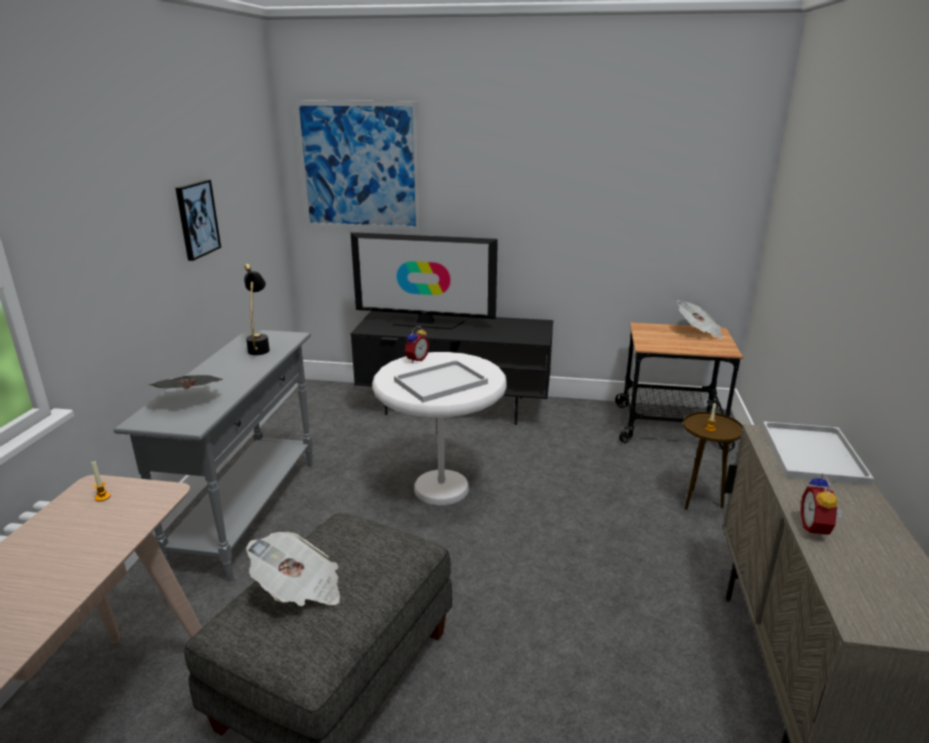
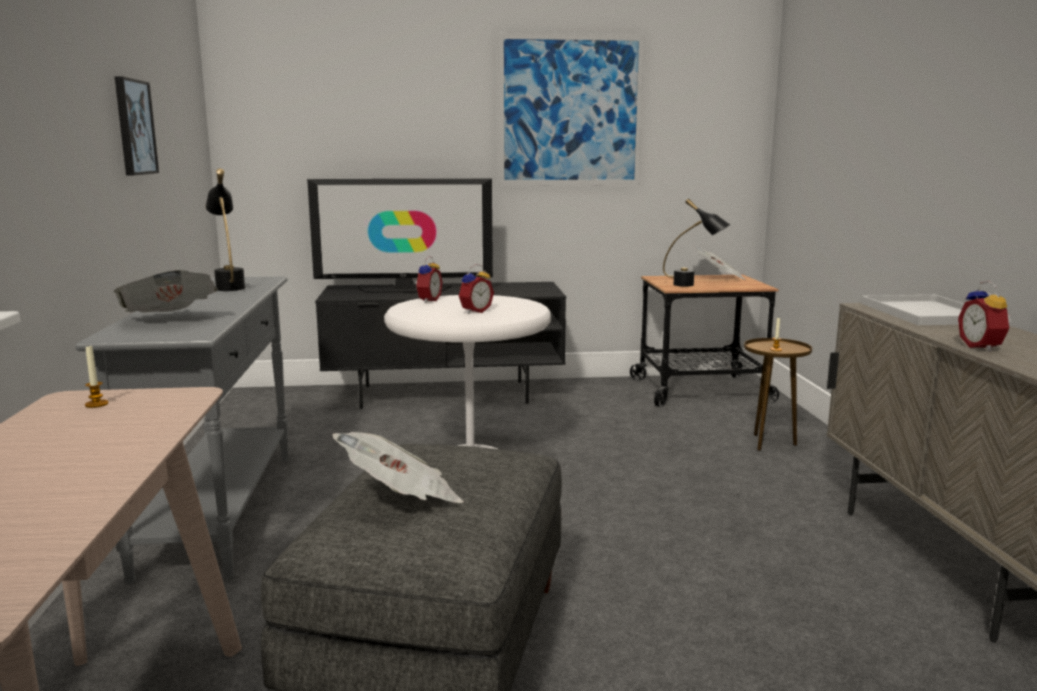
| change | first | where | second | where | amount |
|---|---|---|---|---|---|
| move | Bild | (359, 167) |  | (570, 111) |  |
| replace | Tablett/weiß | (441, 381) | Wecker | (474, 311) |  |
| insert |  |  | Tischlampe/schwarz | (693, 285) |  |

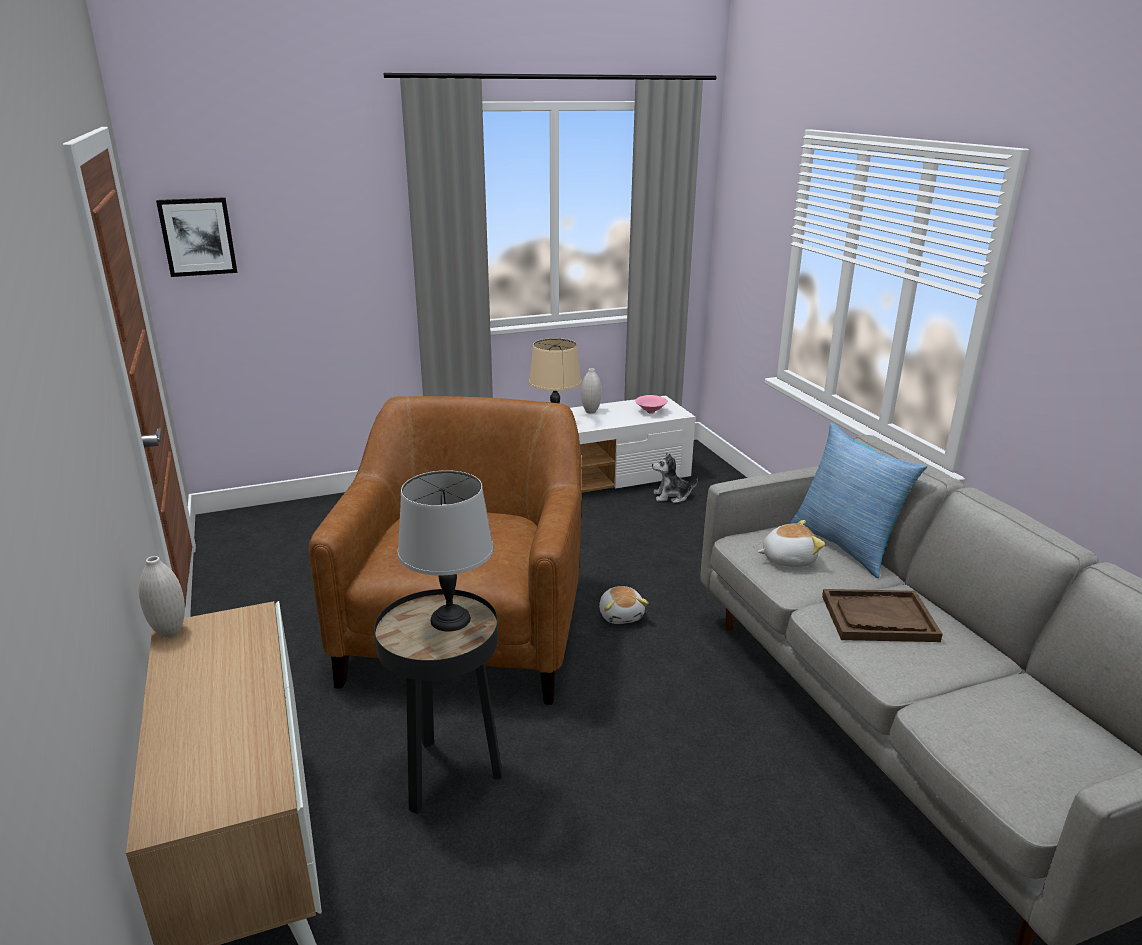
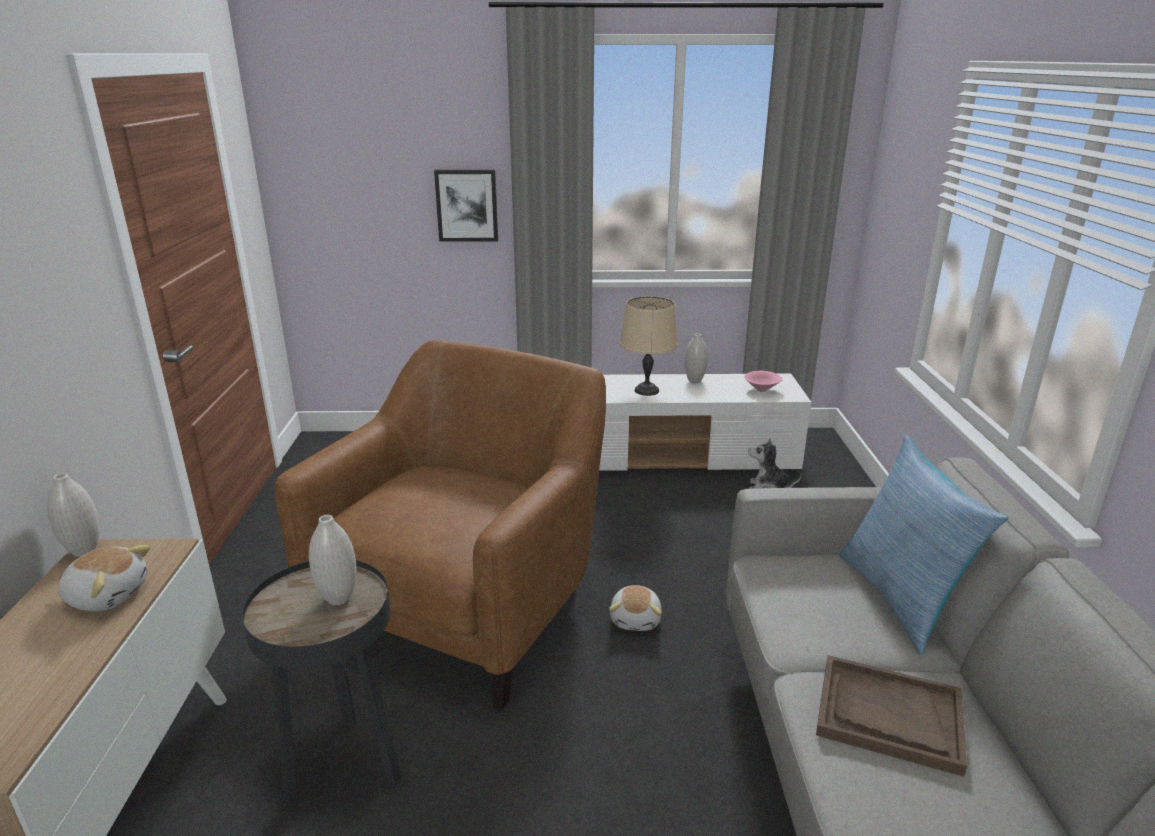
| change | first | where | second | where | amount |
|---|---|---|---|---|---|
| move | Bild | (198, 236) |  | (467, 205) |  |
| replace | Tischlampe/grau | (451, 620) | Vase/weiß | (338, 599) |  |
| move | Plüschtier | (787, 559) |  | (108, 595) |  |

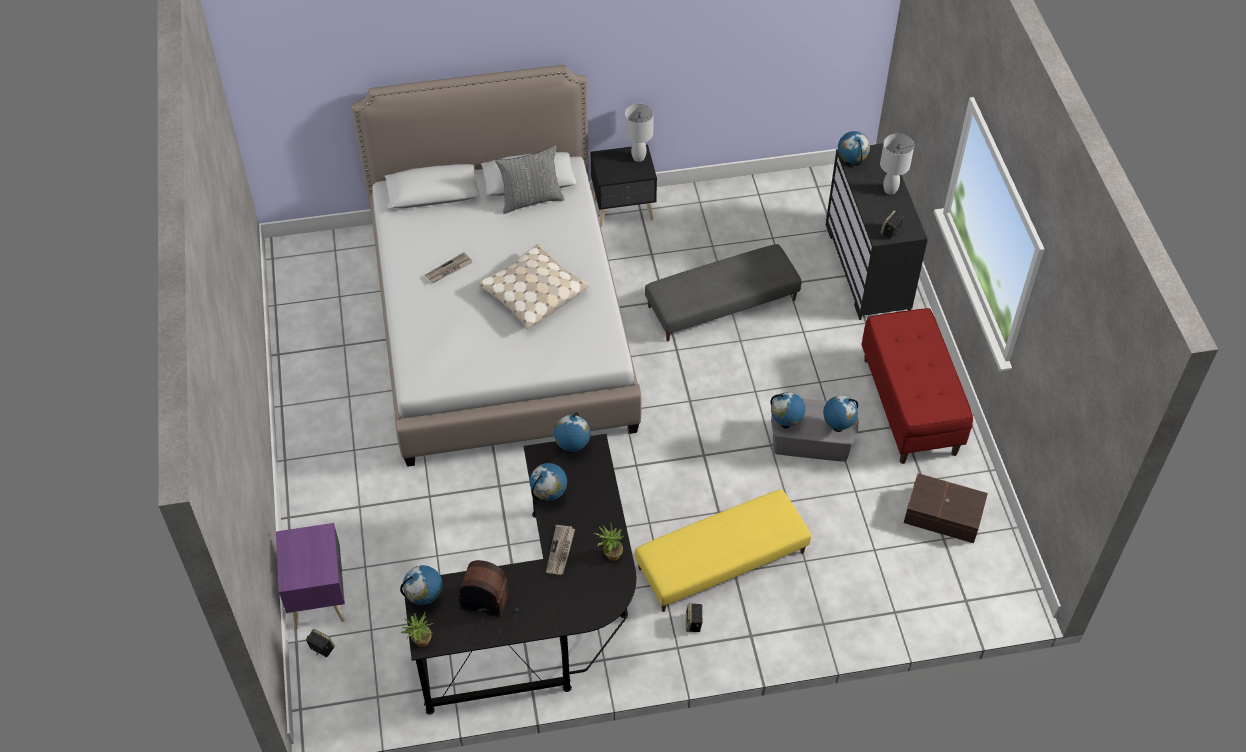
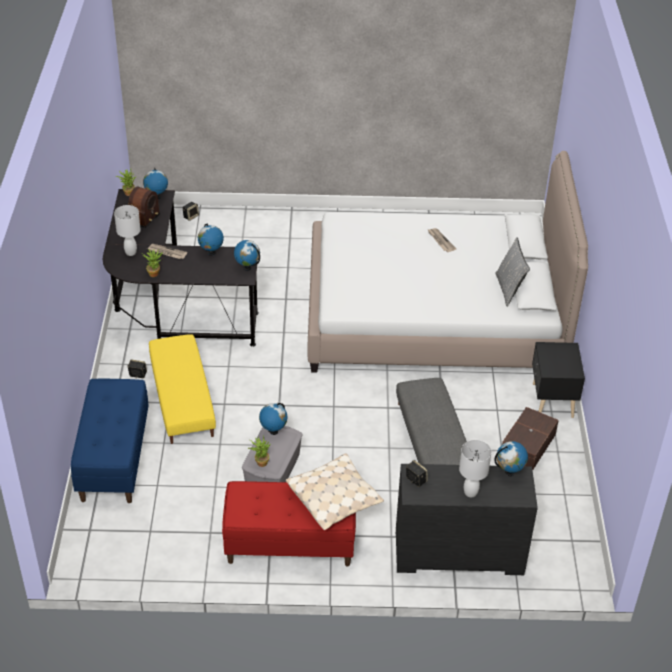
| change | first | where | second | where | amount |
|---|---|---|---|---|---|
| delete | Nachttisch/lila | (319, 596) |  |  |  |
| move | Kissen/beige | (533, 294) |  | (334, 498) |  |
| move | Tischlampe/weiß | (638, 157) |  | (131, 252) |  |
| replace | Globus | (837, 427) | Topfpflanze | (260, 462) |  |
| move | Aufbewahrungsbox/braun | (943, 516) |  | (527, 445) |  |
| insert |  |  | Bank/blau | (113, 458) |  |

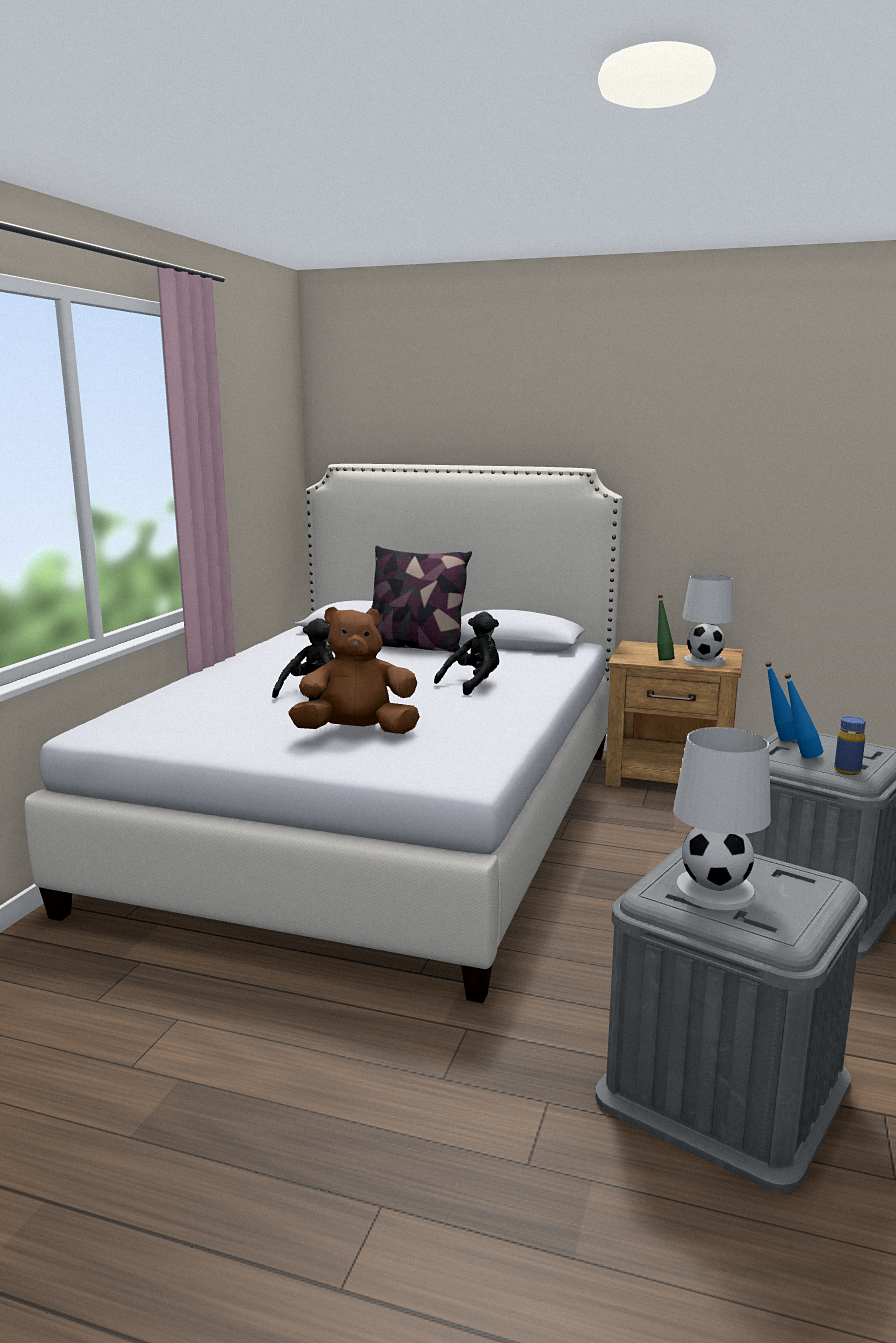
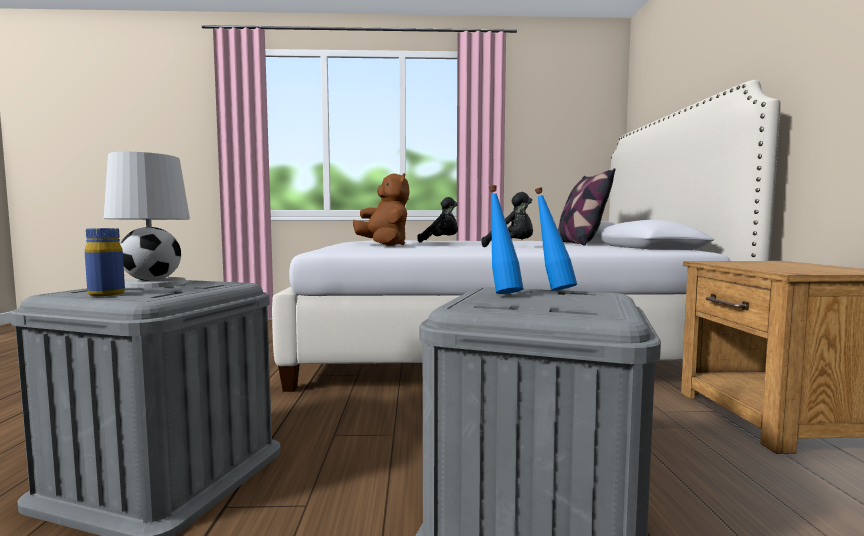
| change | first | where | second | where | amount |
|---|---|---|---|---|---|
| delete | Flasche/grün | (662, 659) |  |  |  |
| delete | Tischlampe/weiß | (705, 661) |  |  |  |
| move | Flasche/blau | (847, 771) |  | (106, 294) |  |

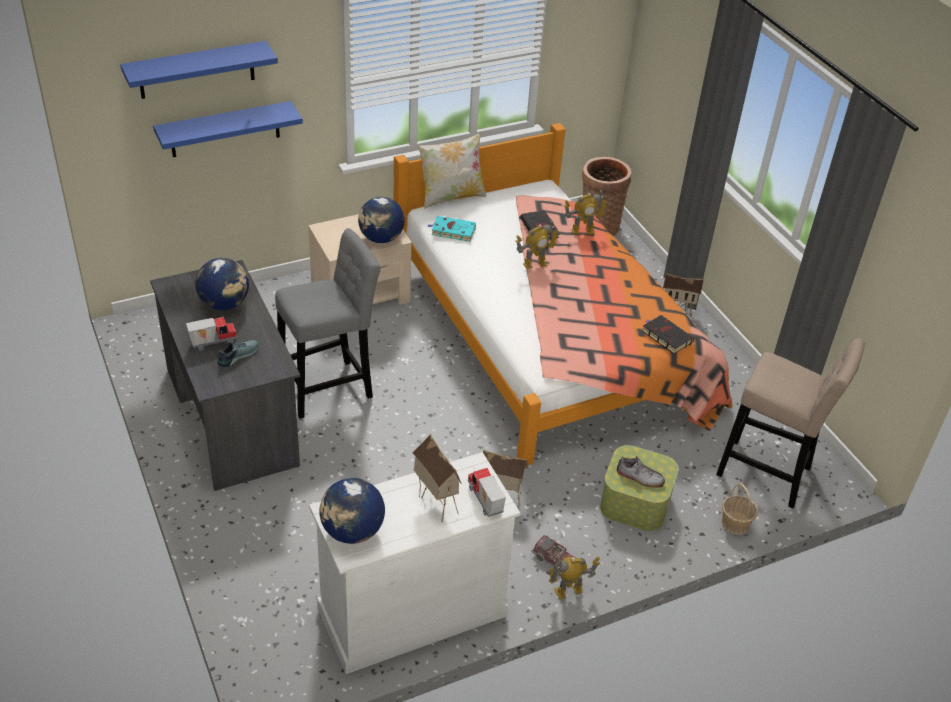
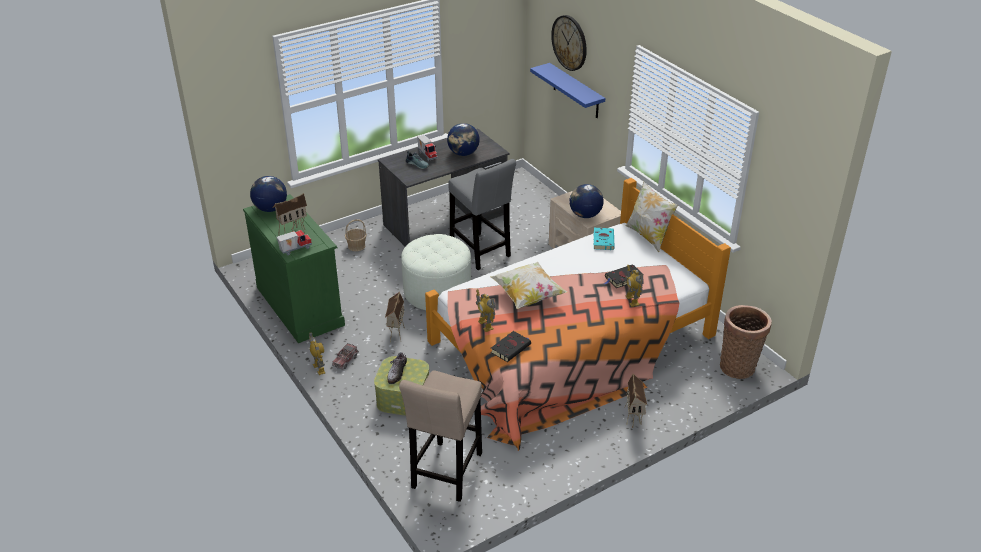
| change | first | where | second | where | amount |
|---|---|---|---|---|---|
| replace | Wandregal/blau | (196, 70) | Wanduhr | (569, 42) |  |
| recolor | Kommode/weiß | (411, 612) | Kommode/grün | (300, 306) |  |
| move | Spielzeugroboter | (535, 264) |  | (485, 325) |  |
| move | Korb | (735, 523) |  | (356, 246) |  |
| insert |  |  | Polsterhocker/weiß | (437, 291) |  |
| insert |  |  | Kissen | (527, 296) |  |

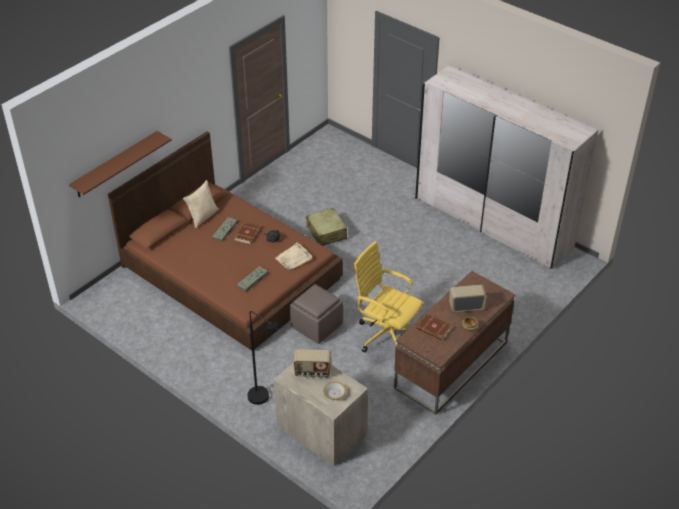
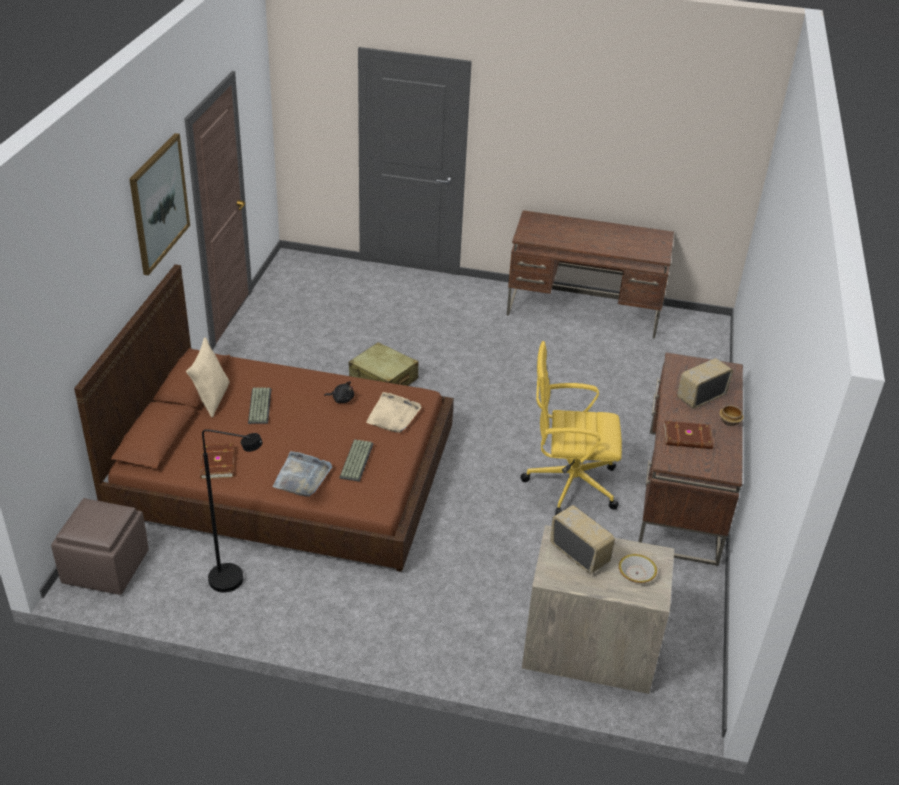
| change | first | where | second | where | amount |
|---|---|---|---|---|---|
| delete | Wandregal/braun | (115, 164) |  |  |  |
| move | Buch/braun | (246, 234) |  | (216, 463) |  |
| move | Stehlampe/schwarz | (263, 399) |  | (236, 580) |  |
| move | Polsterhocker/braun | (316, 325) |  | (105, 567) |  |
| rotate | Radio | (312, 372) |  | (579, 554) | 105 degrees counterclockwise |
| replace | Kleiderschrank/weiß | (493, 223) | Schreibtisch/braun | (584, 310) |  |
| insert |  |  | Bild | (159, 203) |  |
| insert |  |  | Tablett/grau | (302, 476) |  |

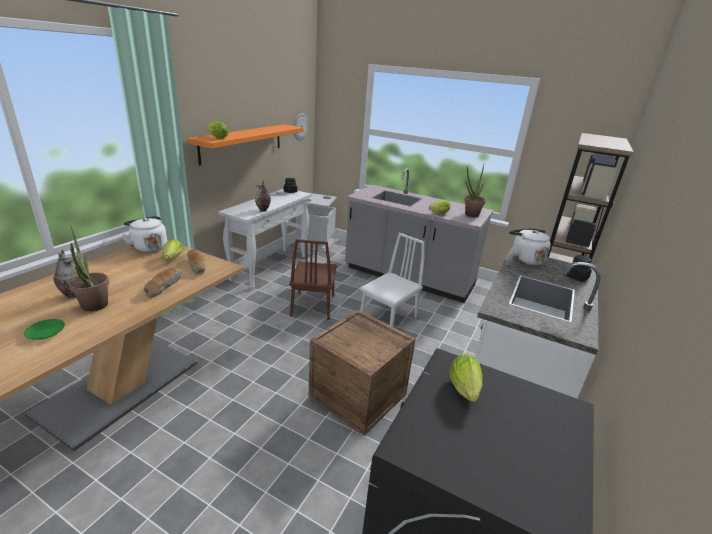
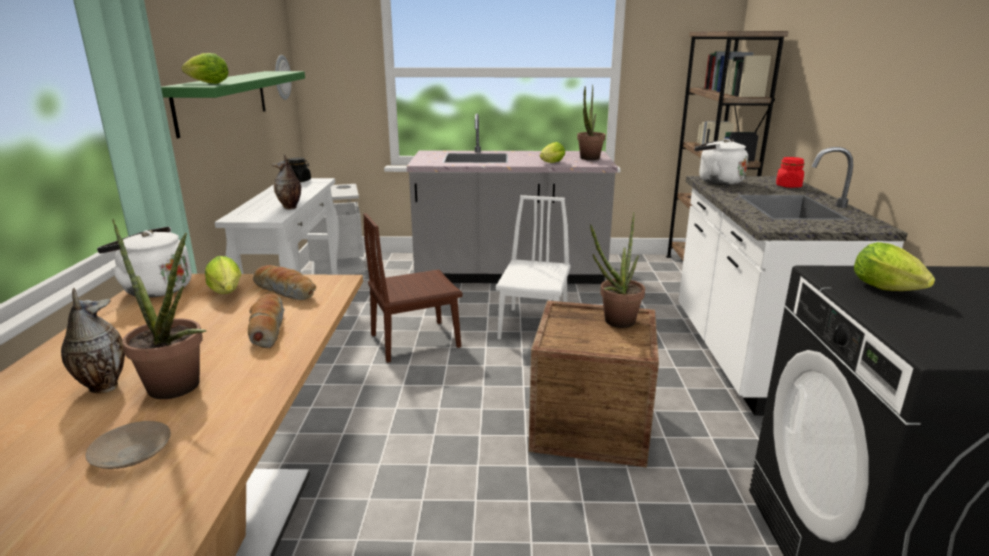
| change | first | where | second | where | amount |
|---|---|---|---|---|---|
| recolor | Teller/grün | (46, 333) | Teller/beige | (132, 453) |  |
| recolor | Wandregal/orange | (242, 143) | Wandregal/grün | (223, 100) |  |
| rotate | Stuhl/braun | (313, 305) |  | (415, 341) | 90 degrees clockwise |
| recolor | Vorratsglas/schwarz | (576, 277) | Vorratsglas/rot | (788, 186) |  |
| insert |  |  | Topfpflanze | (615, 323) |  |

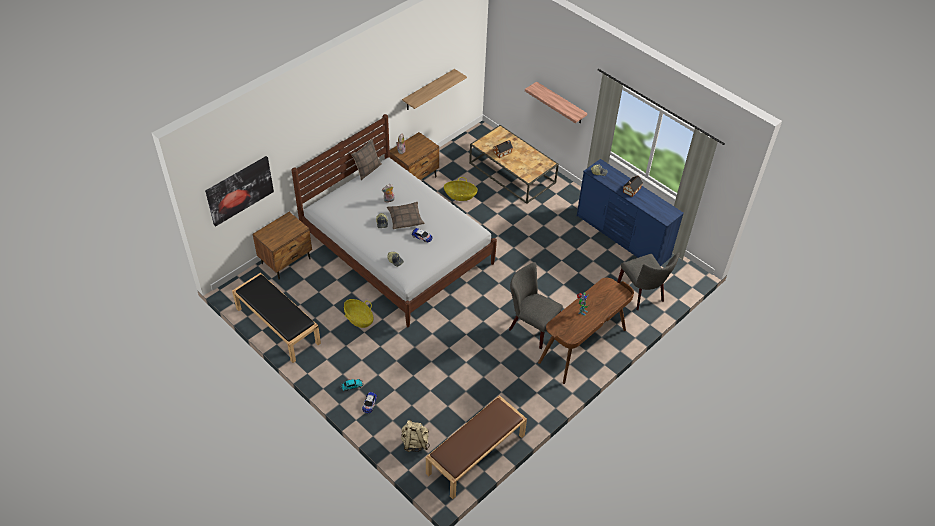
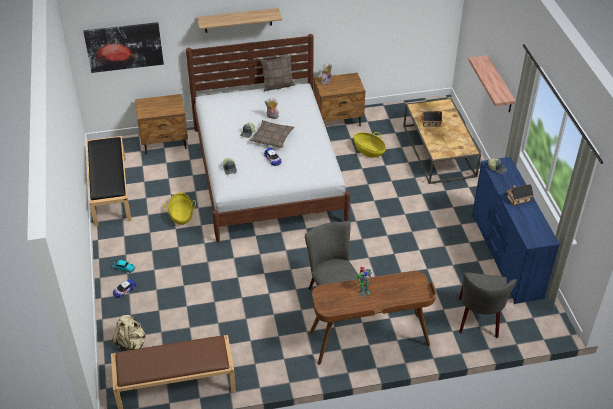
| change | first | where | second | where | amount |
|---|---|---|---|---|---|
| move | Wandregal | (428, 90) |  | (238, 20) |  |

